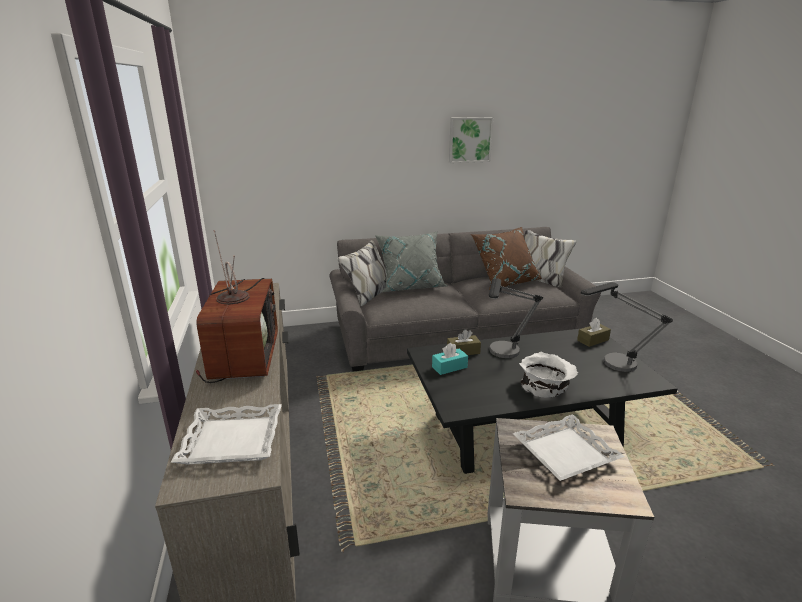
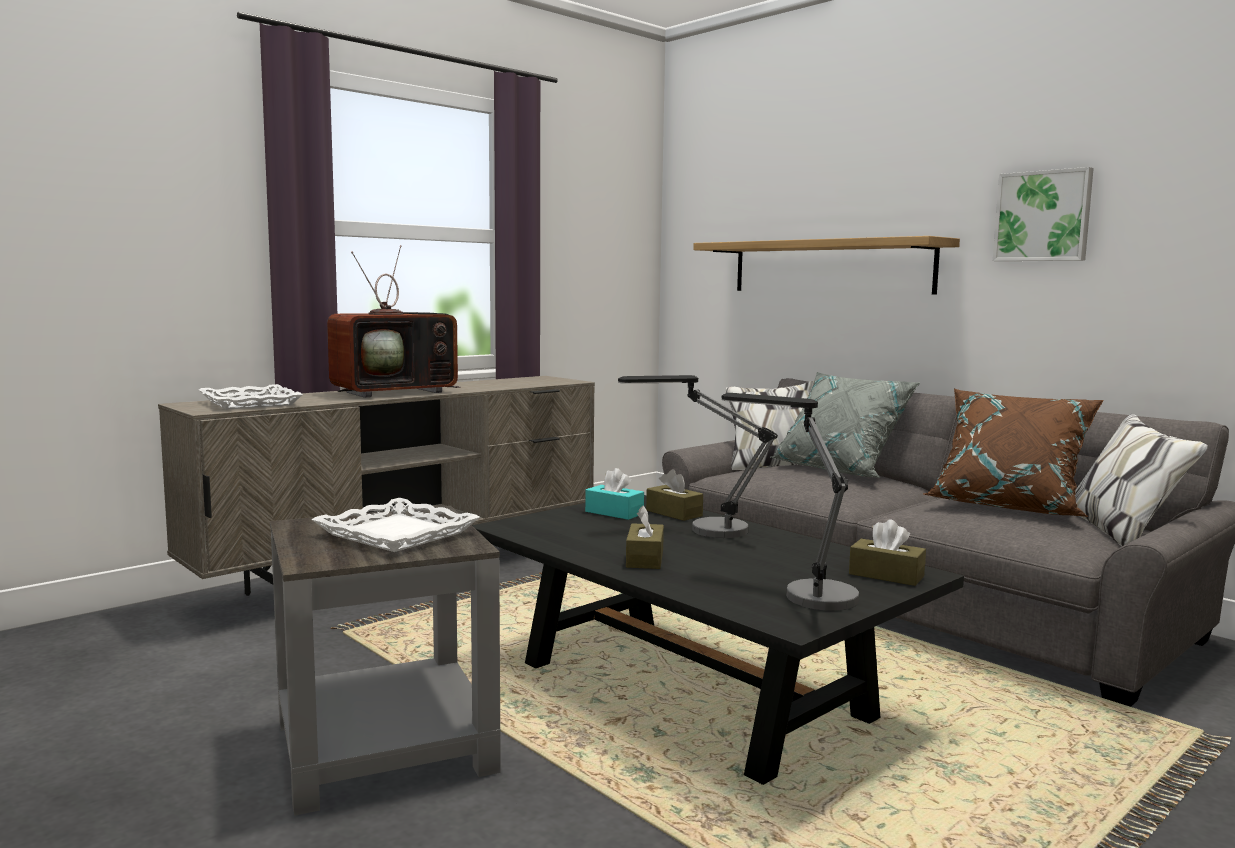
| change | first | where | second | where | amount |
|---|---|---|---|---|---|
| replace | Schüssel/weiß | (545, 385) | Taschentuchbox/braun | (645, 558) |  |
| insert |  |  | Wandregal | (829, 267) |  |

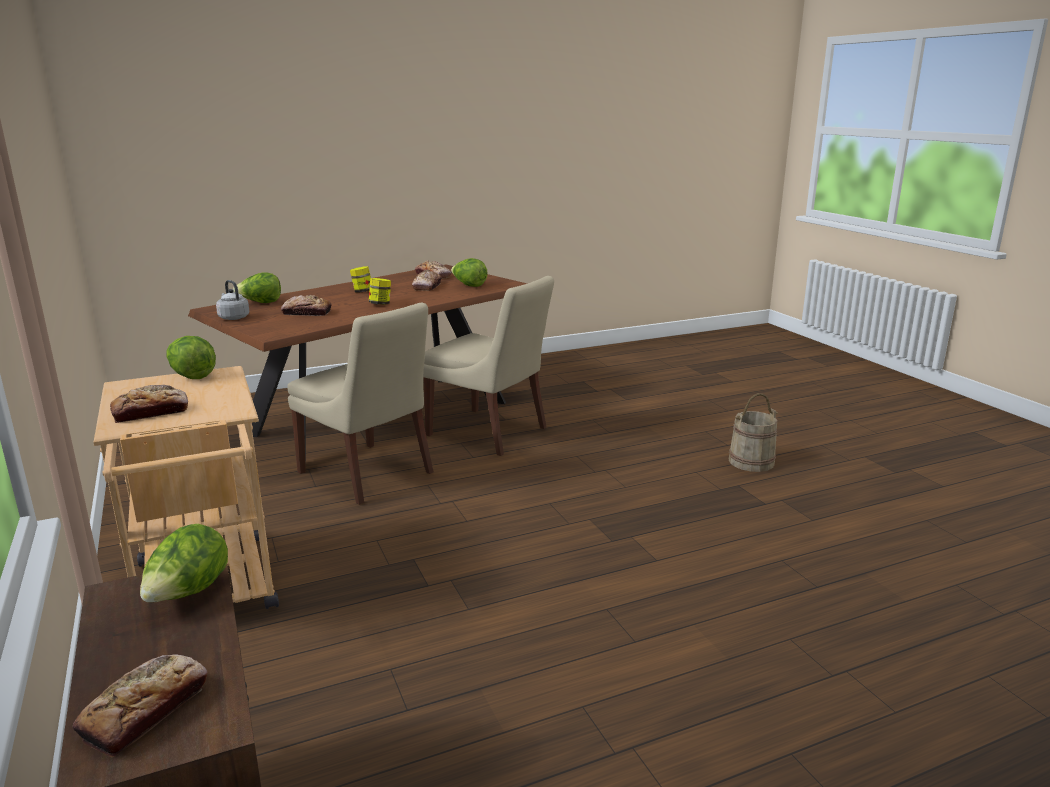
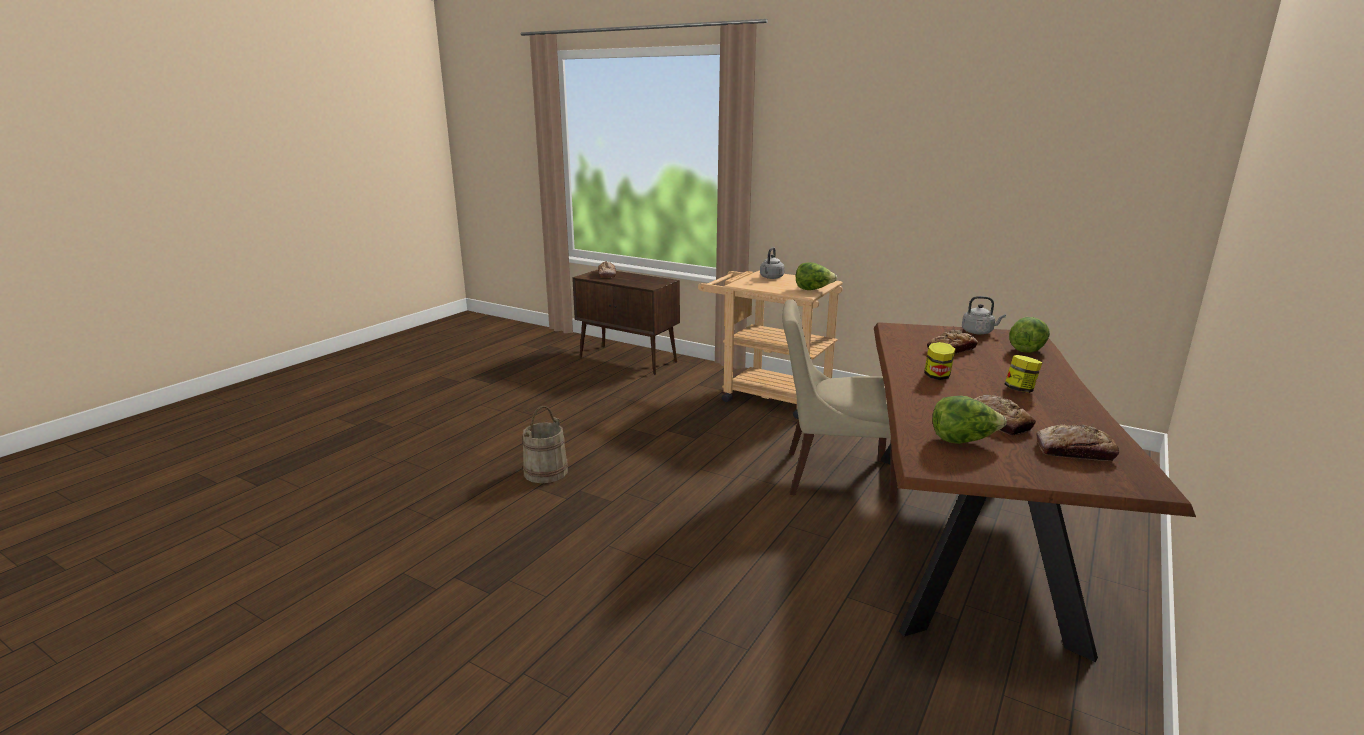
| change | first | where | second | where | amount |
|---|---|---|---|---|---|
| replace | Brot | (151, 412) | Wasserkessel/grau | (771, 278) |  |
| delete | Salatkopf | (188, 594) |  |  |  |
| delete | Stuhl/beige | (490, 433) |  |  |  |
| move | Eimer/beige | (751, 461) |  | (546, 472) |  |

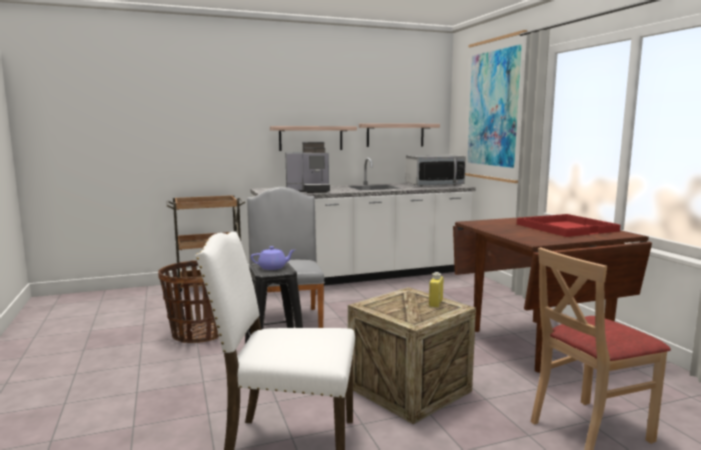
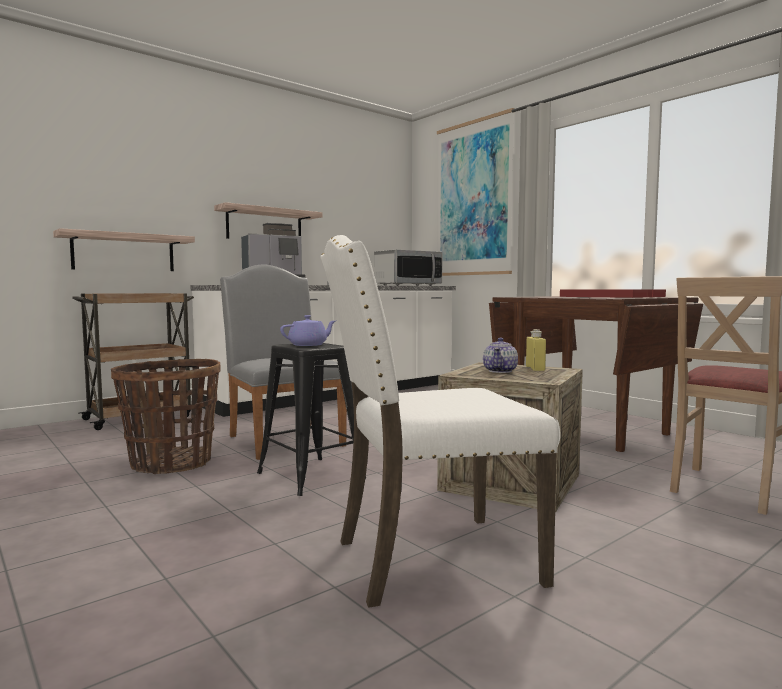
| change | first | where | second | where | amount |
|---|---|---|---|---|---|
| move | Wandregal | (395, 135) |  | (124, 252) |  |
| insert |  |  | Teekanne | (500, 371) |  |

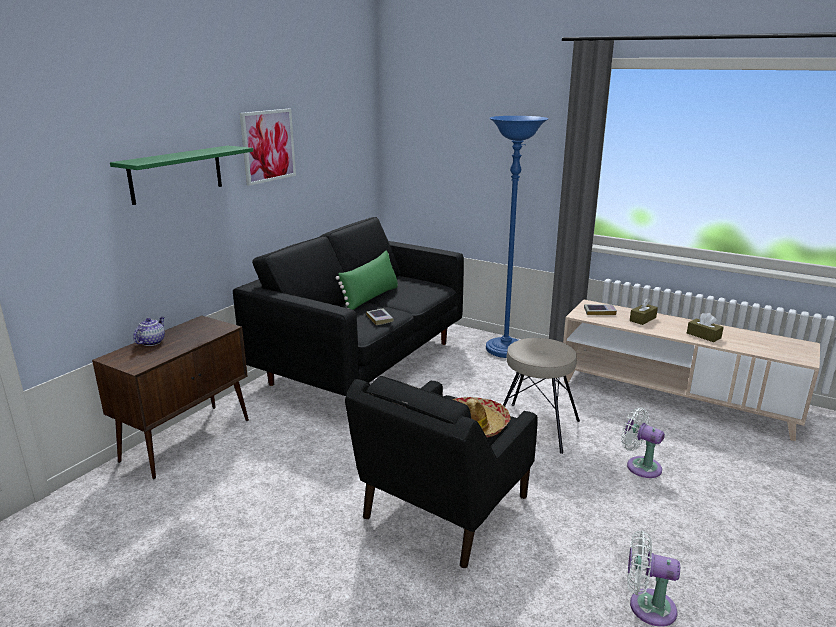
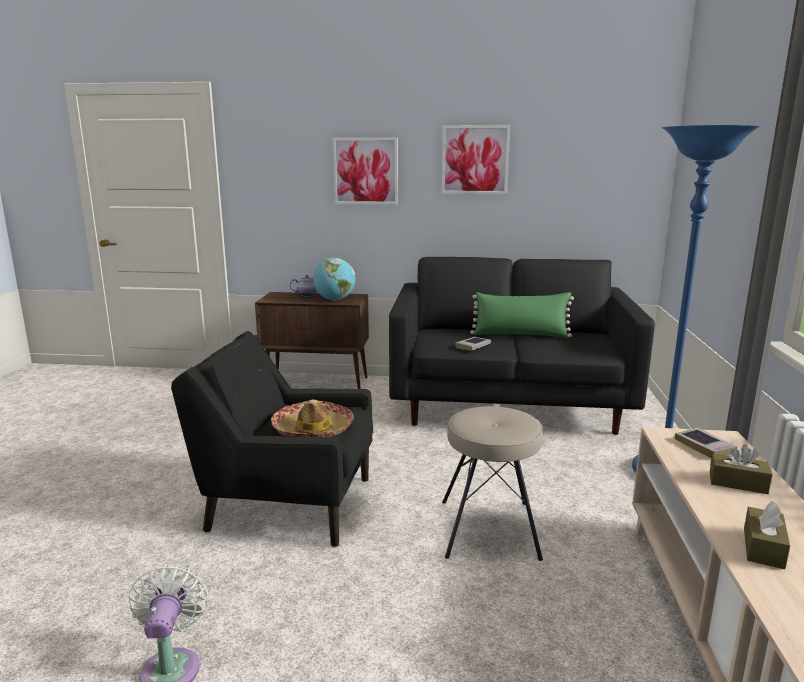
| change | first | where | second | where | amount |
|---|---|---|---|---|---|
| replace | Wandregal/grün | (176, 174) | Bild | (365, 171) |  |
| delete | Ventilator/weiß | (640, 466) |  |  |  |
| insert |  |  | Globus | (334, 300) |  |

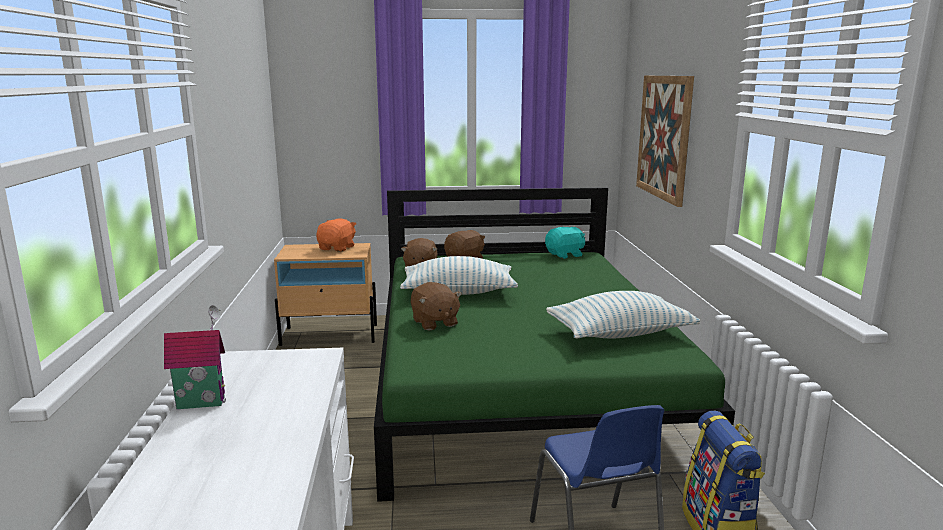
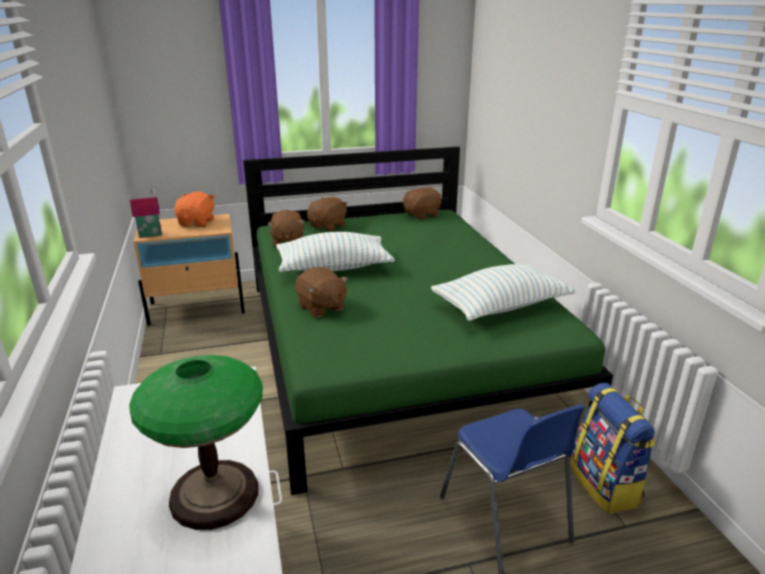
| change | first | where | second | where | amount |
|---|---|---|---|---|---|
| move | Spielzeughaus | (202, 401) |  | (150, 234) |  |
| recolor | Plüschtier/türkis | (565, 255) | Plüschtier/braun | (422, 215) |  |
| delete | Bild | (664, 137) |  |  |  |
| insert |  |  | Tischlampe | (215, 495) |  |

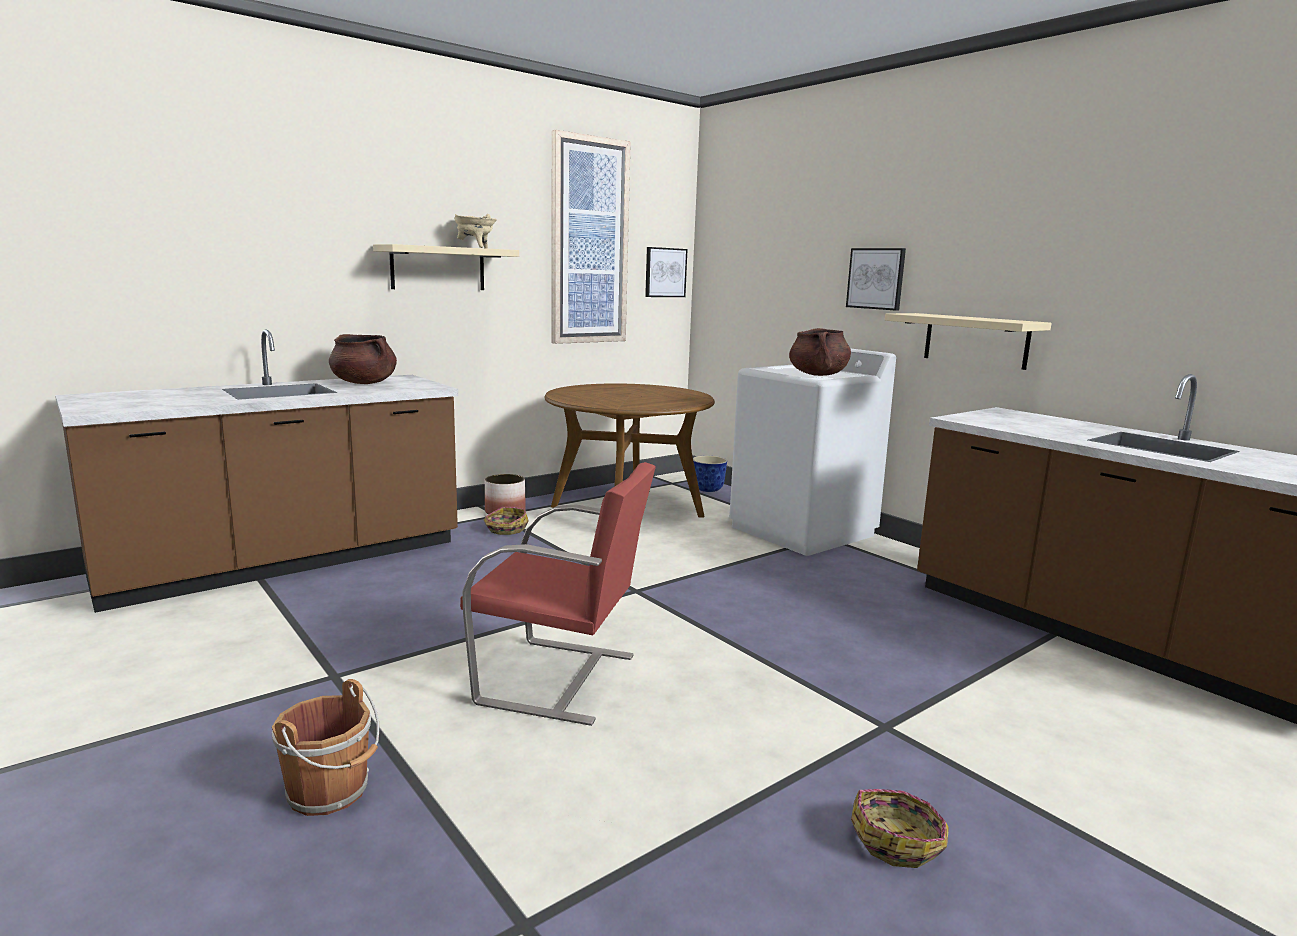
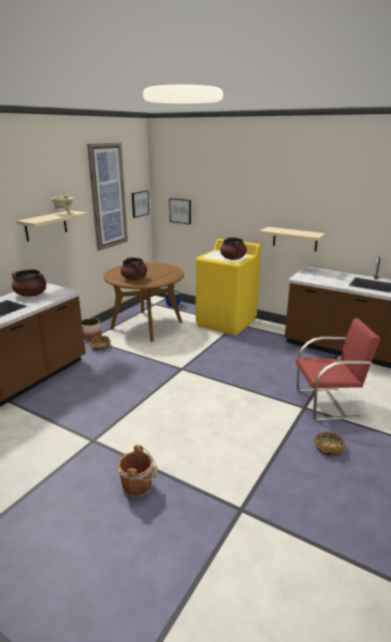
| change | first | where | second | where | amount |
|---|---|---|---|---|---|
| move | Stuhl/rot | (561, 679) |  | (328, 403) |  |
| recolor | Waschmaschine/weiß | (802, 531) | Waschmaschine/gelb | (226, 322) |  |
| move | Bild | (876, 278) |  | (180, 211) |  |
| insert |  |  | Kochtopf/braun | (134, 279) |  |

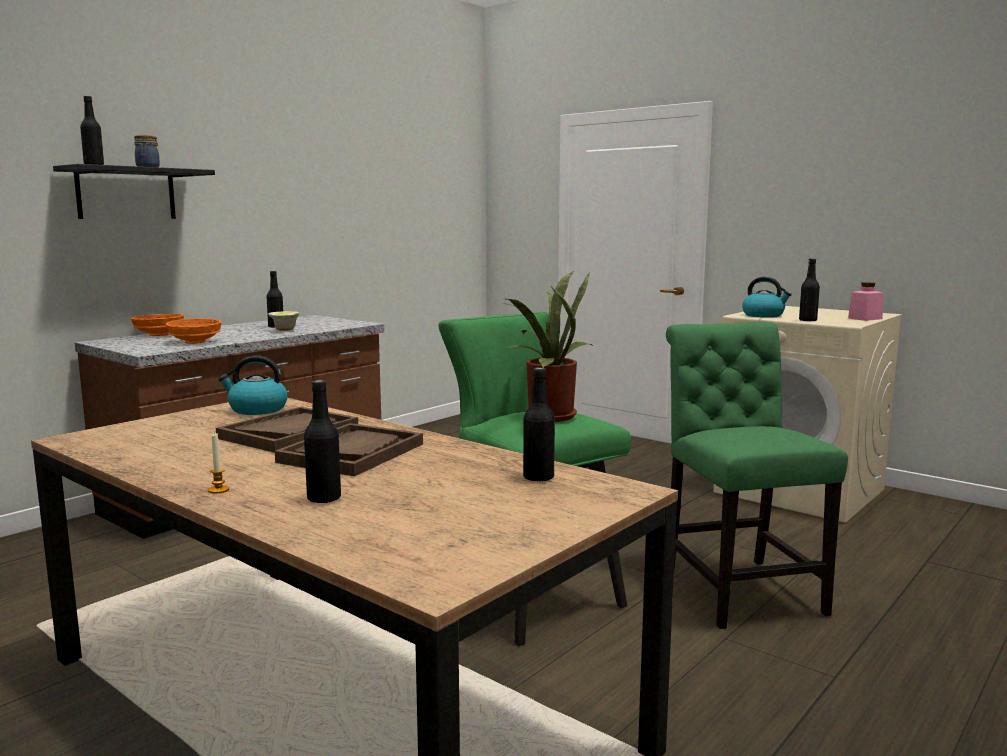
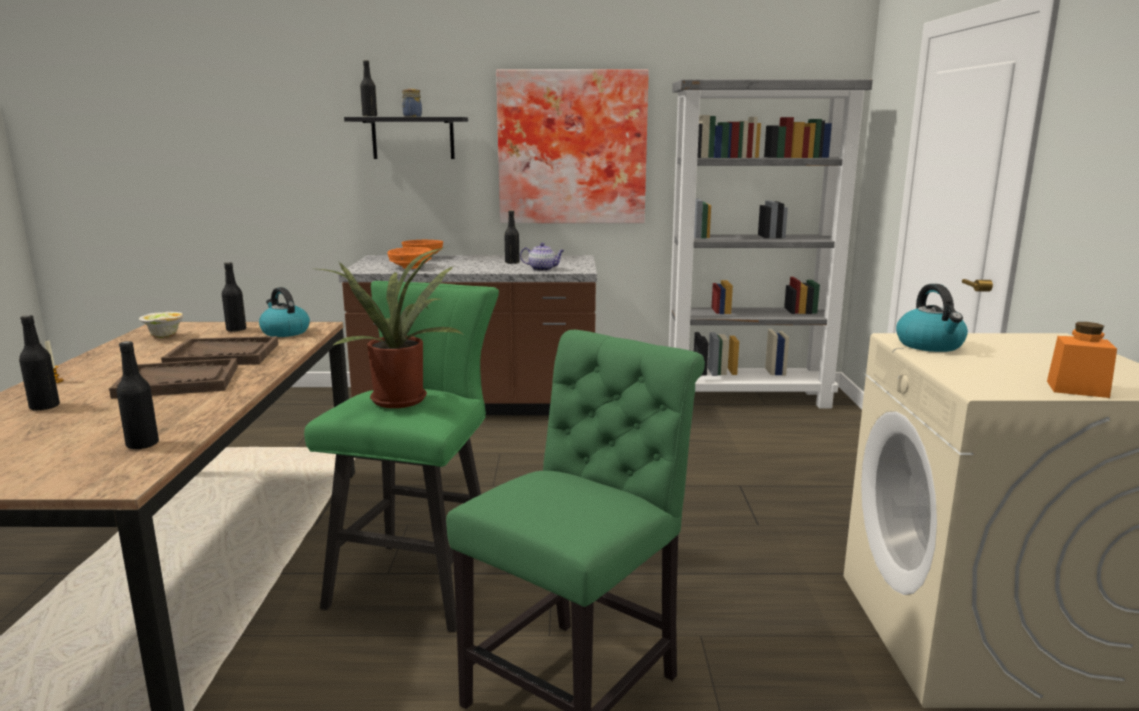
| change | first | where | second | where | amount |
|---|---|---|---|---|---|
| move | Schüssel | (284, 330) |  | (163, 337) |  |
| move | Flasche/schwarz | (807, 320) |  | (236, 330) |  |
| recolor | Vorratsglas/rosa | (865, 318) | Vorratsglas/orange | (1077, 389) |  |
| insert |  |  | Bild | (572, 148) |  |
| insert |  |  | Teekanne | (543, 269) |  |
| insert |  |  | Bücherregal/grau | (748, 399) |  |

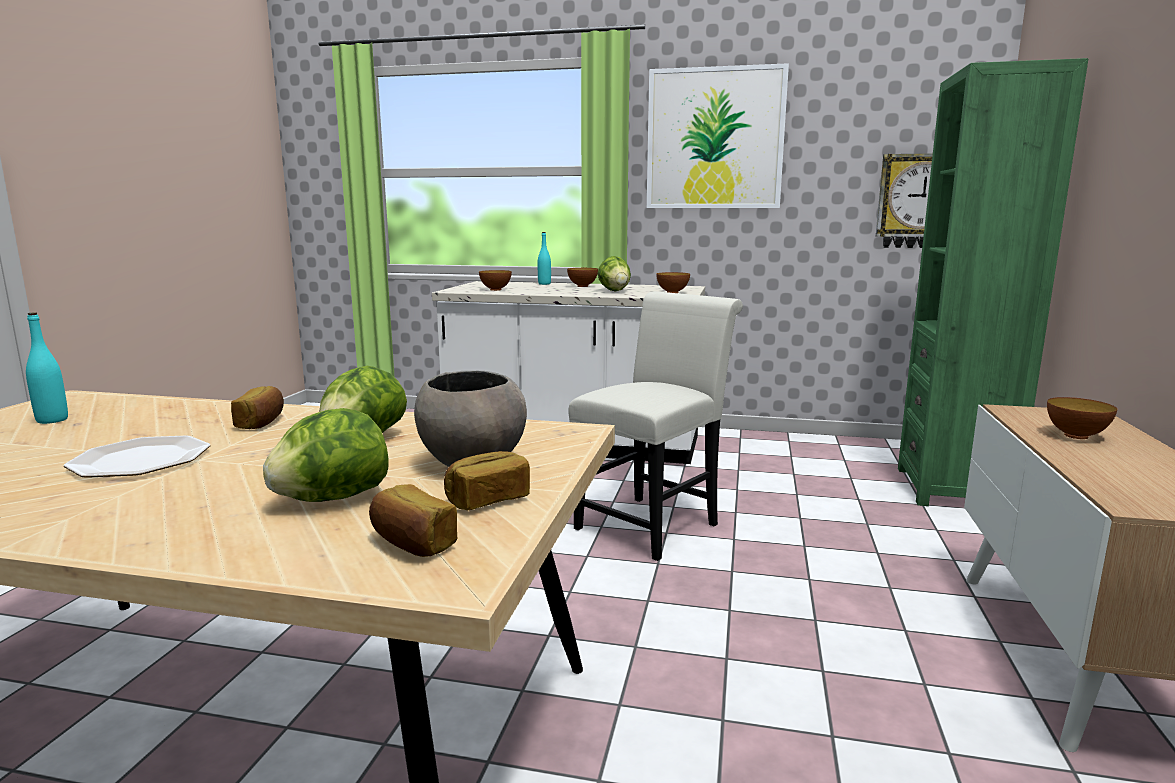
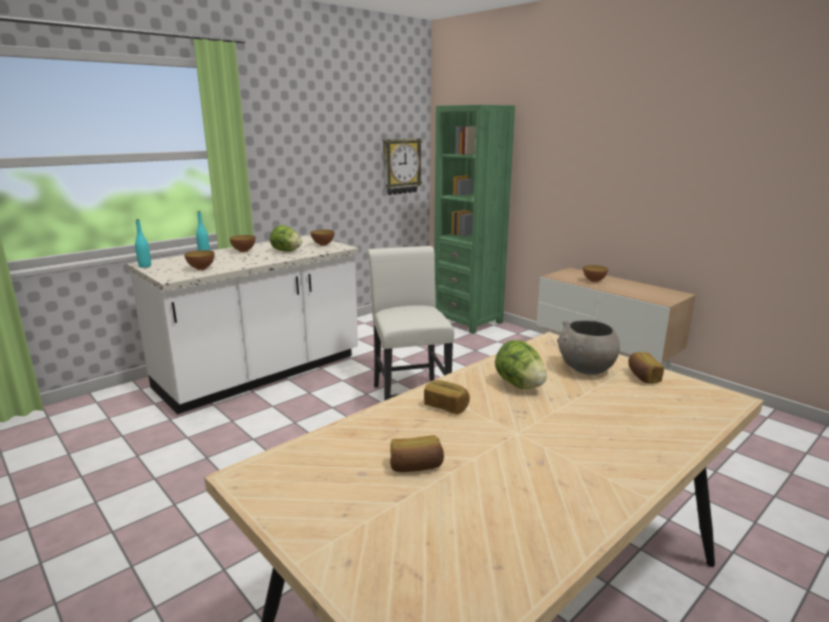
| change | first | where | second | where | amount |
|---|---|---|---|---|---|
| move | Flasche/türkis | (52, 420) |  | (145, 266) |  |
| delete | Teller | (141, 459) |  |  |  |
| delete | Salatkopf | (332, 499) |  |  |  |
| move | Brot | (411, 543) |  | (416, 467) |  |
| delete | Bild | (715, 139) |  |  |  |

